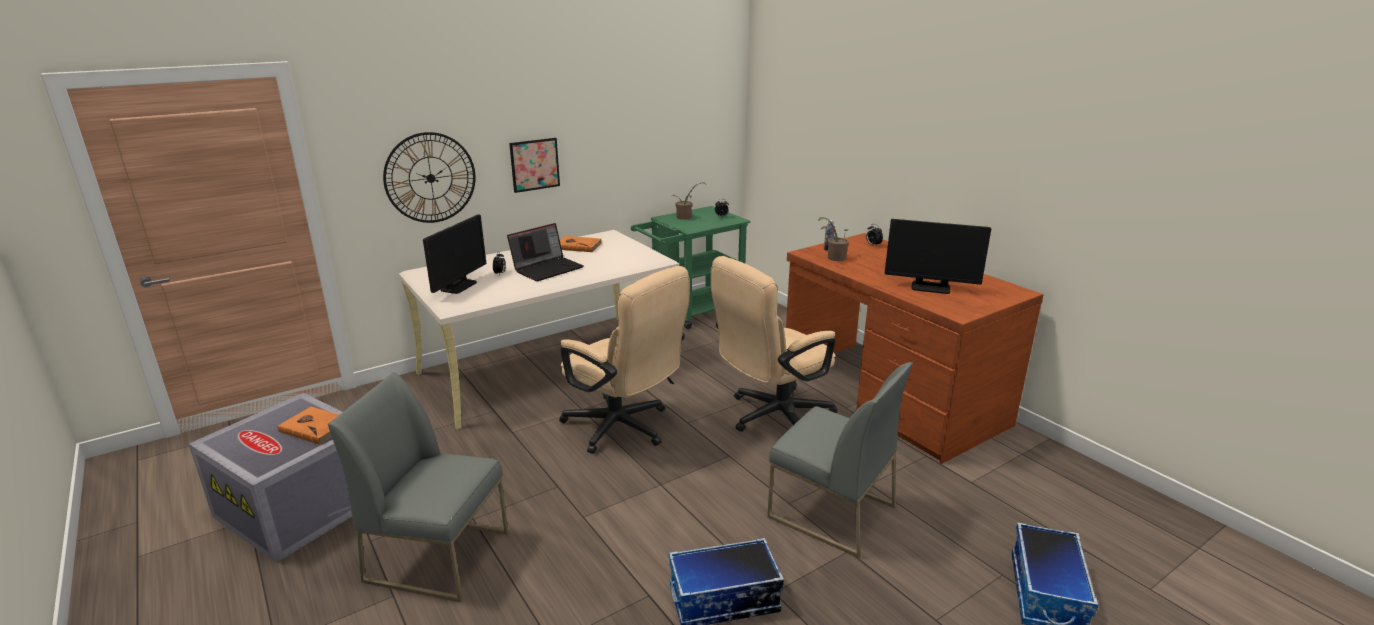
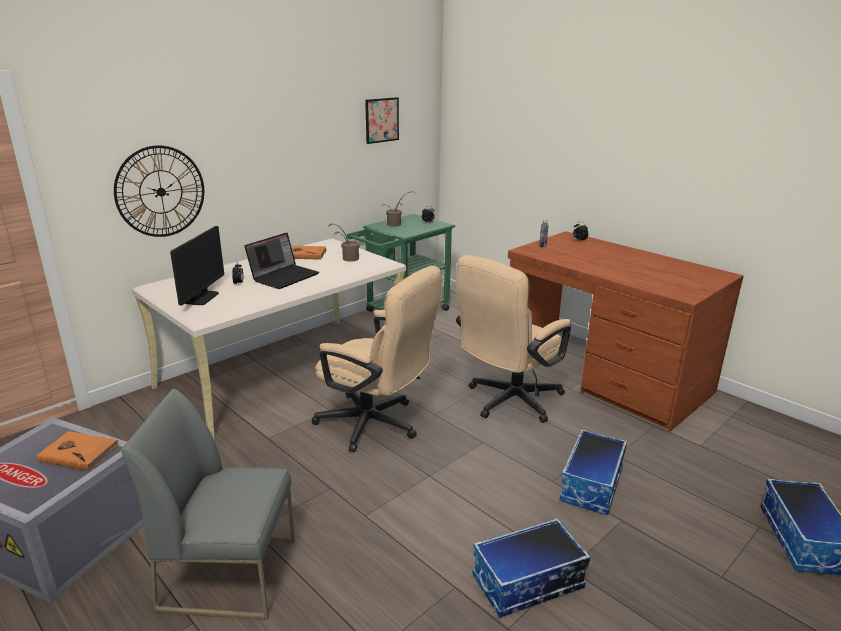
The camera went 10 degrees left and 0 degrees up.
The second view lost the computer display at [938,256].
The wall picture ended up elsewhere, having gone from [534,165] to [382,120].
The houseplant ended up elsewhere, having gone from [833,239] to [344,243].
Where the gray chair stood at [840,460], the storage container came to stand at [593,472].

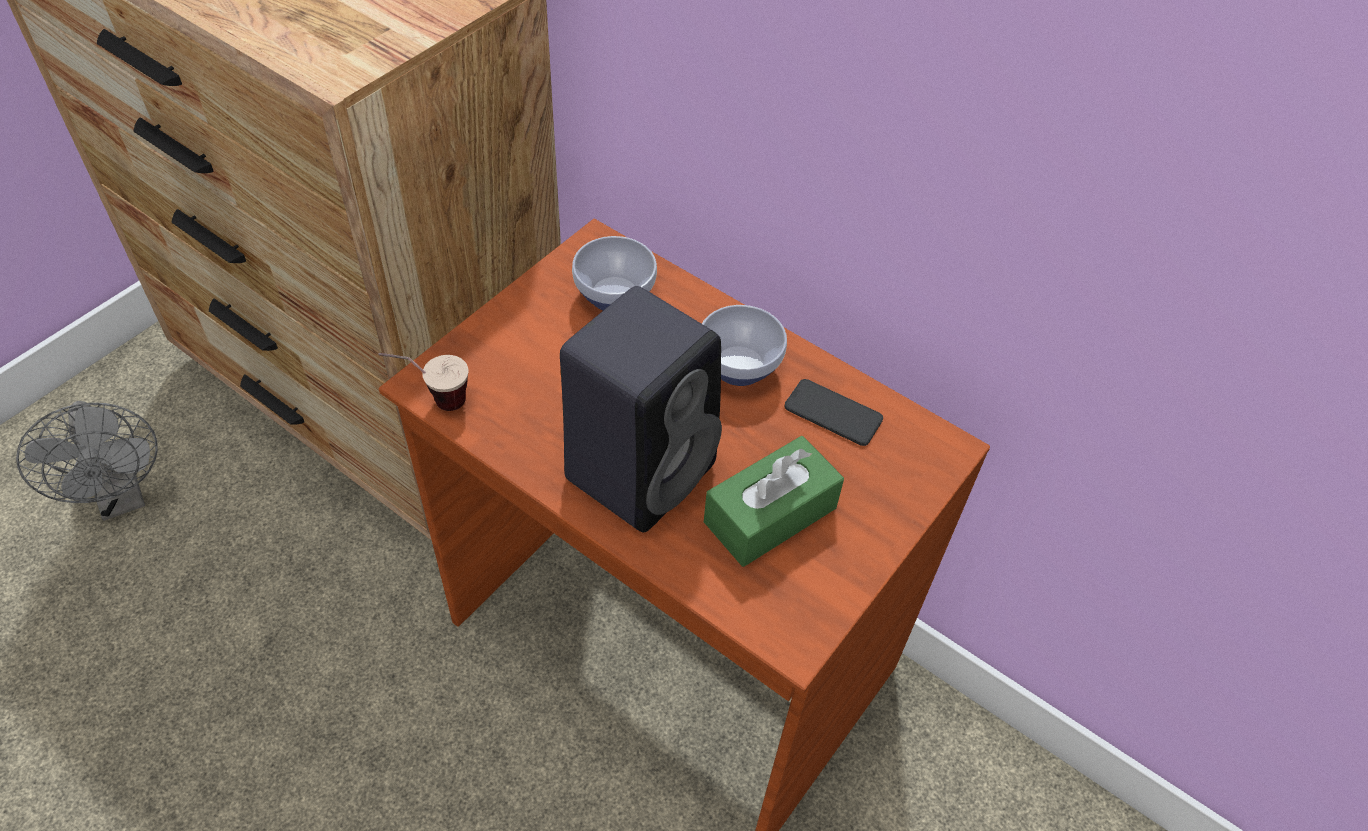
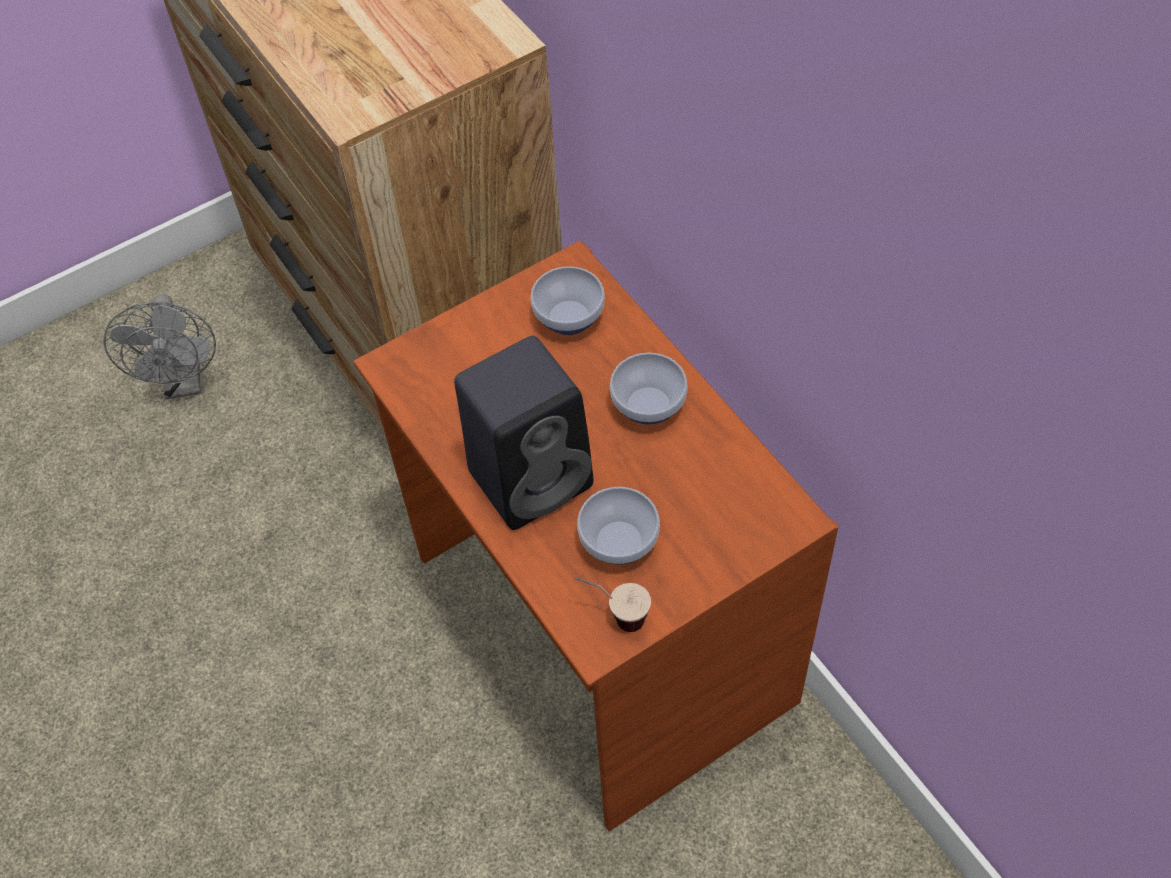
The camera went 25 degrees right and 5 degrees up.
The second view lost the phone at [834,412].
The cup ended up elsewhere, having gone from [423,382] to [612,604].
Where the greenish tissue box stood at [774,501], the bowl came to stand at [618,526].

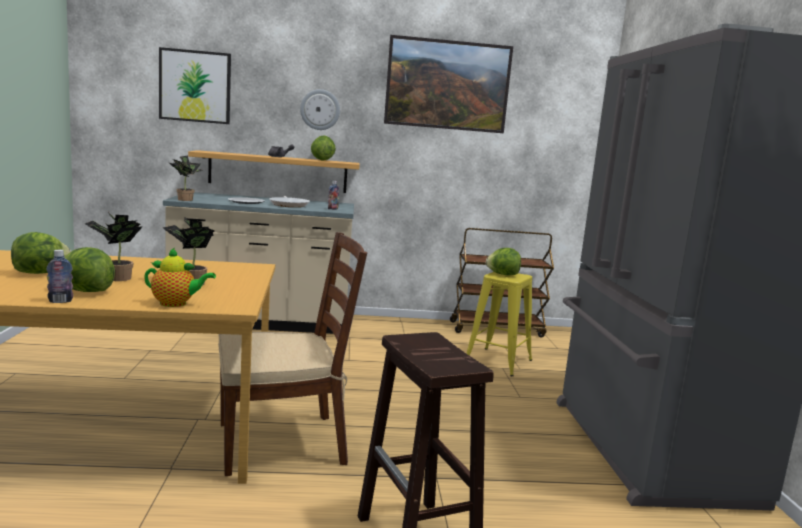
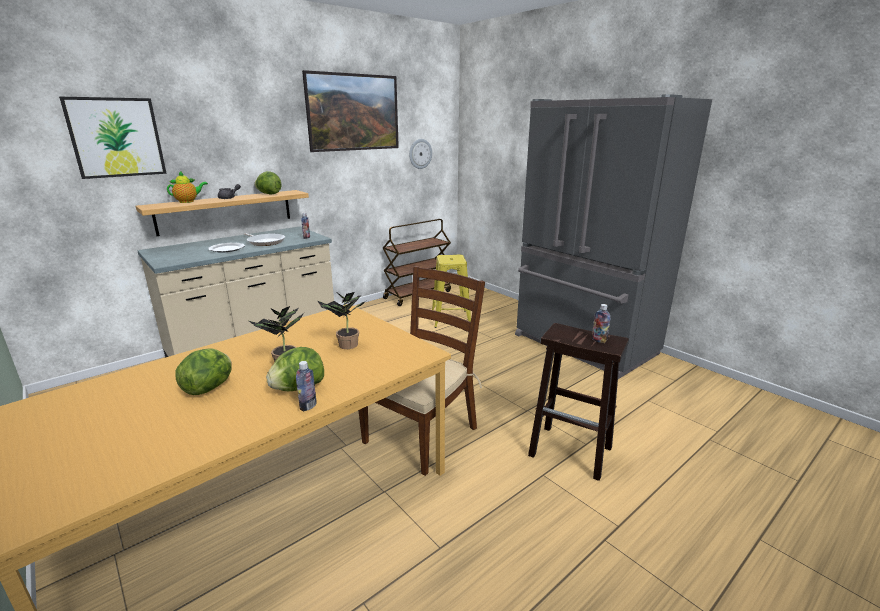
The camera went 35 degrees left and 10 degrees up.
The second view lost the houseplant at [185,178].
The second view lost the head of lettuce at [503,261].
The second view gained the bottle at [601,323].
The teapot ended up elsewhere, having gone from [180,277] to [187,187].
The clock on the wall ended up elsewhere, having gone from [320,109] to [420,154].

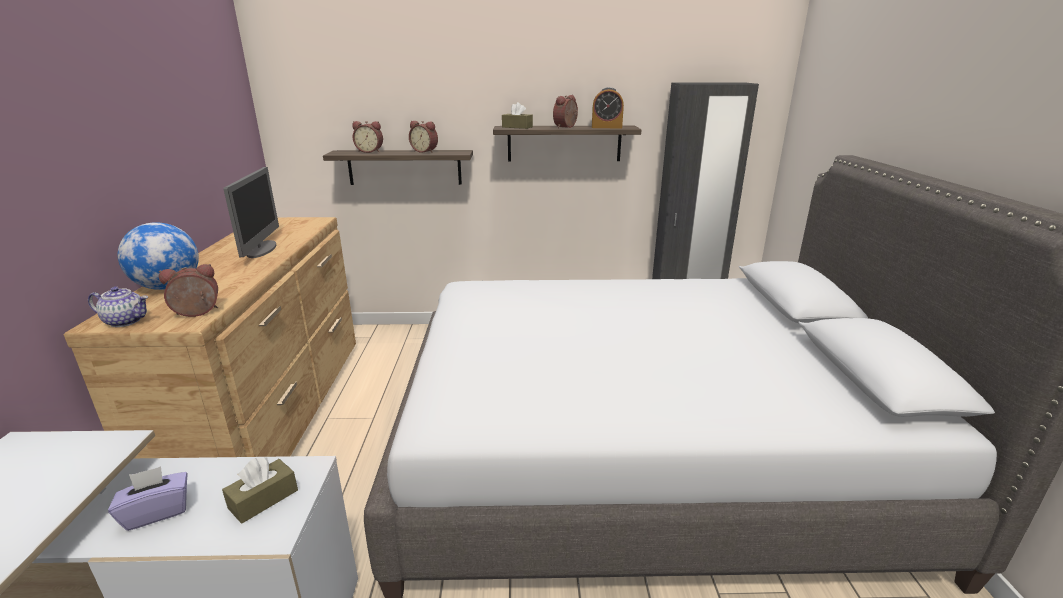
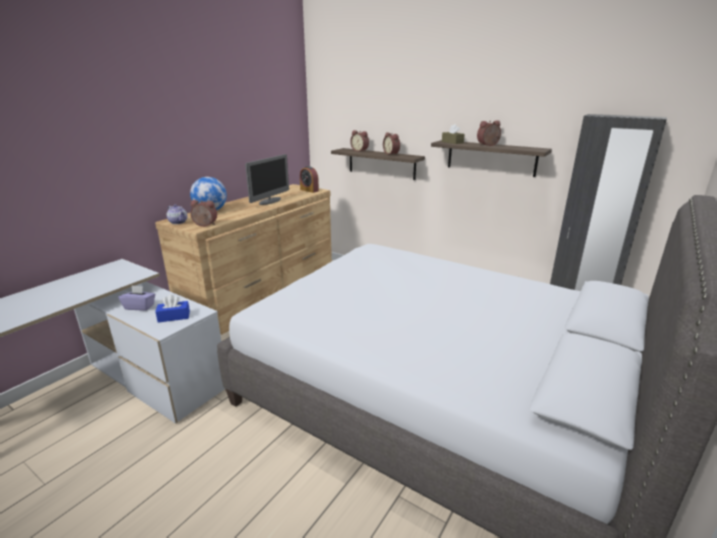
The camera went 35 degrees right and 0 degrees up.
The alarm clock ended up elsewhere, having gone from [608,108] to [309,179].
What was the brownish tissue box at [260,490] turned into the bluish tissue box at [172,309].

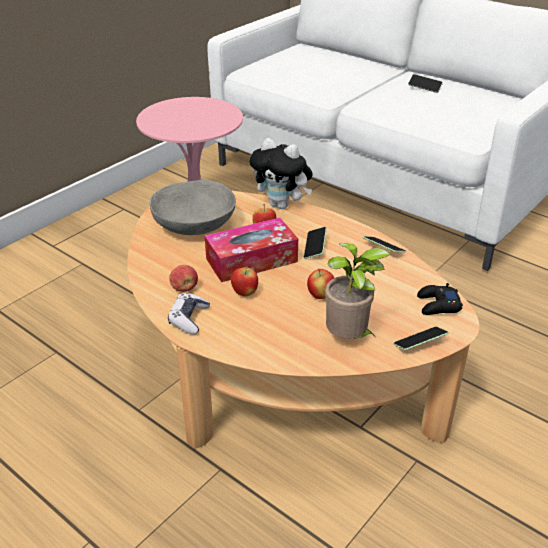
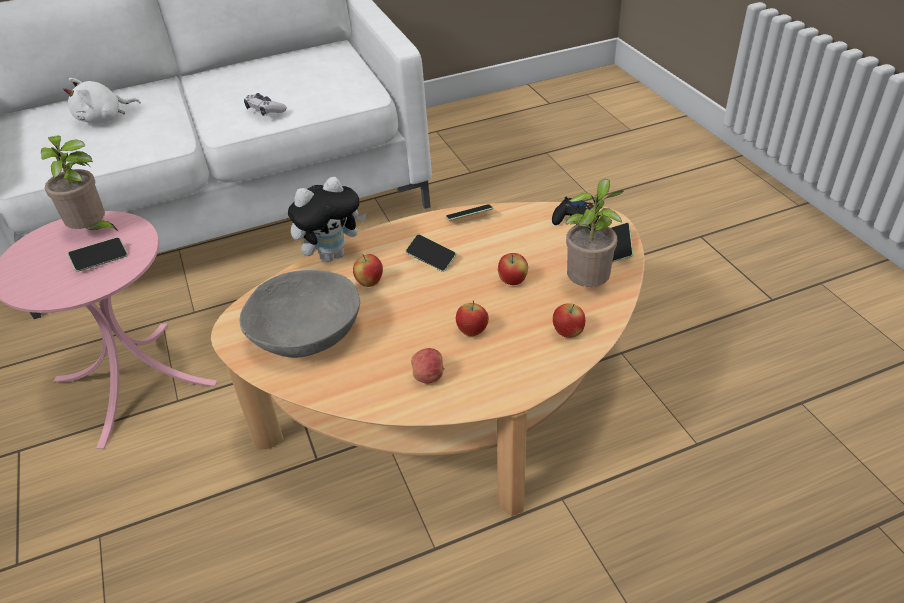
The camera went 60 degrees left and 5 degrees up.
The second view lost the tissue box at [251,250].
The second view gained the houseplant at [79,183].
The second view gained the white plush toy at [102,100].
The second view gained the apple at [569,320].
The game controller ended up elsewhere, having gone from [189,314] to [265,104].
The phone ended up elsewhere, having gone from [425,83] to [98,254].

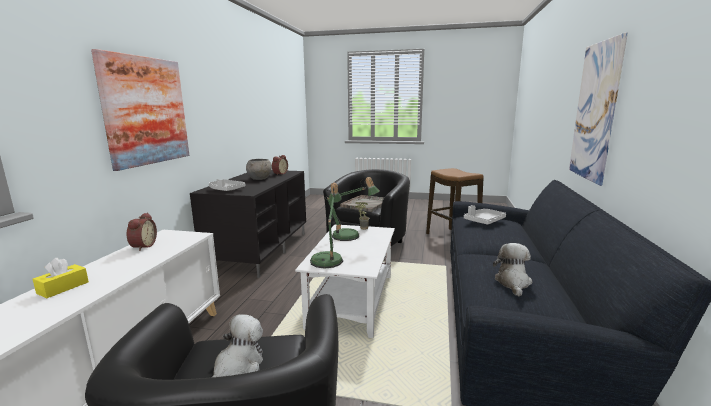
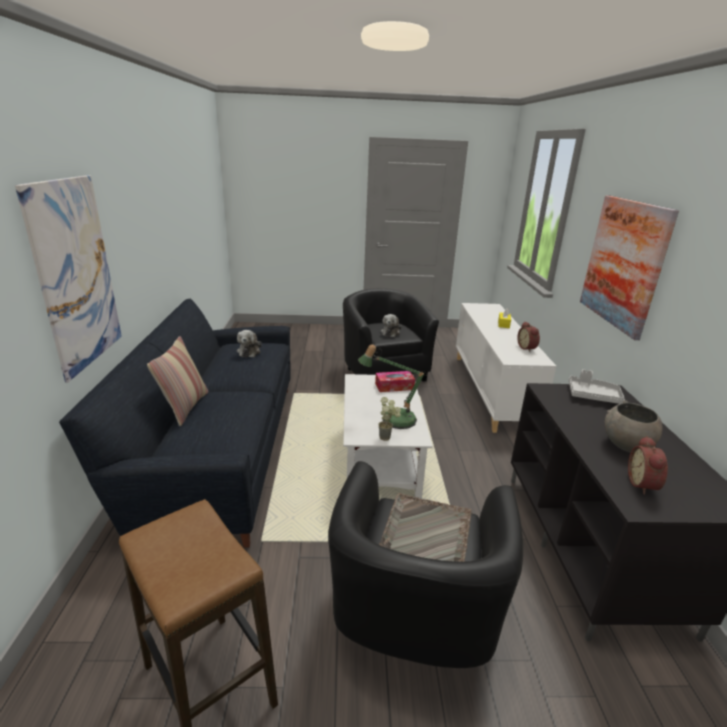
The camera went 165 degrees right and 10 degrees up.
The second view lost the gray carrying tray at [485,215].
The second view gained the cushion at [177,381].
Where the lamp for a table stood at [326,226], the tissue box came to stand at [395,381].

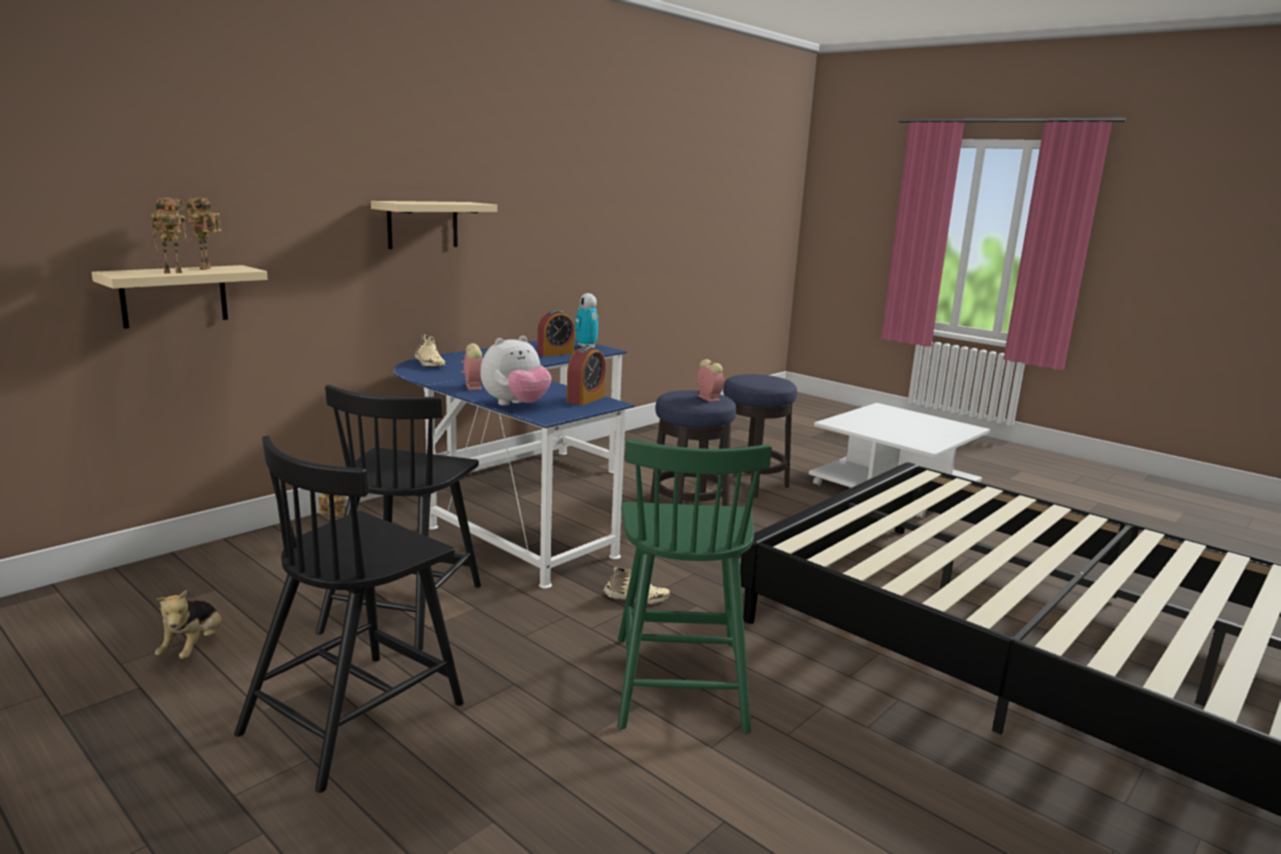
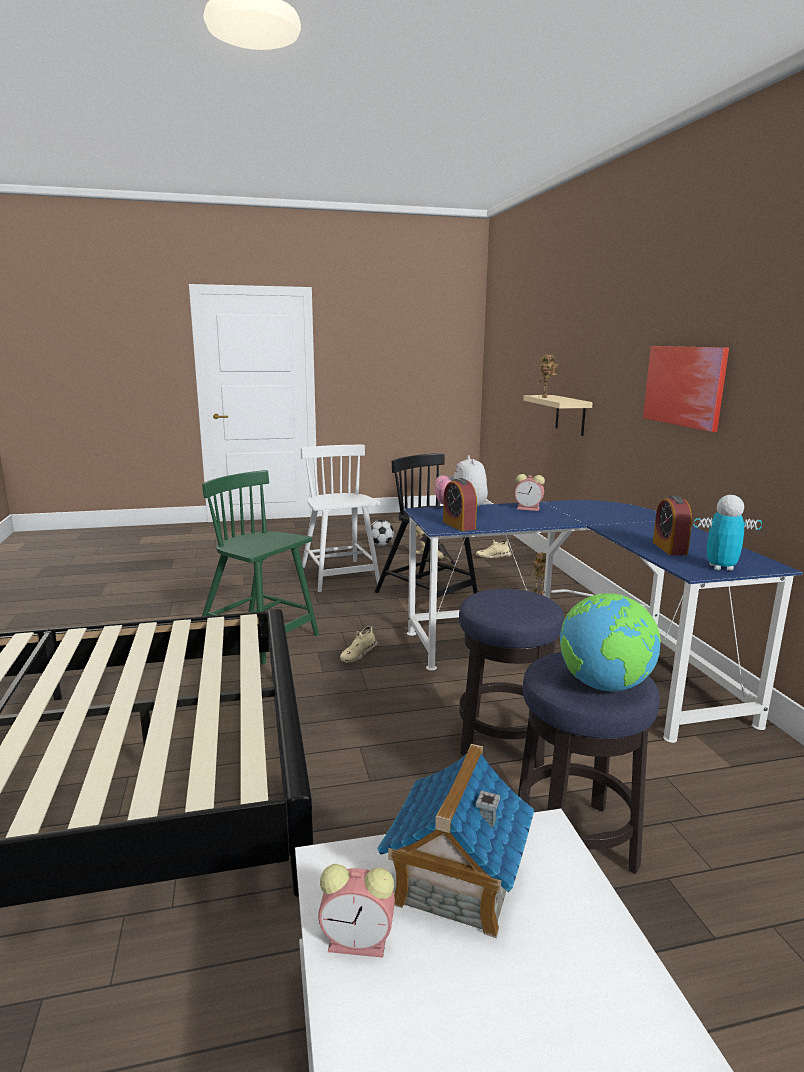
The camera went 125 degrees right and 0 degrees up.
The second view lost the robot figure at [203,233].
The second view gained the football at [382,533].
The second view gained the miniature house at [456,841].
The second view gained the globe at [610,642].
The beige-coloured shoe ended up elsewhere, having gone from [430,350] to [494,549].
The alarm clock ended up elsewhere, having gone from [710,380] to [356,911].
Where the beige-coloured shelf hung at [434,225], the wall picture came to hang at [686,389].
What was the blackish chair at [349,614] turned into the white chair at [340,518].

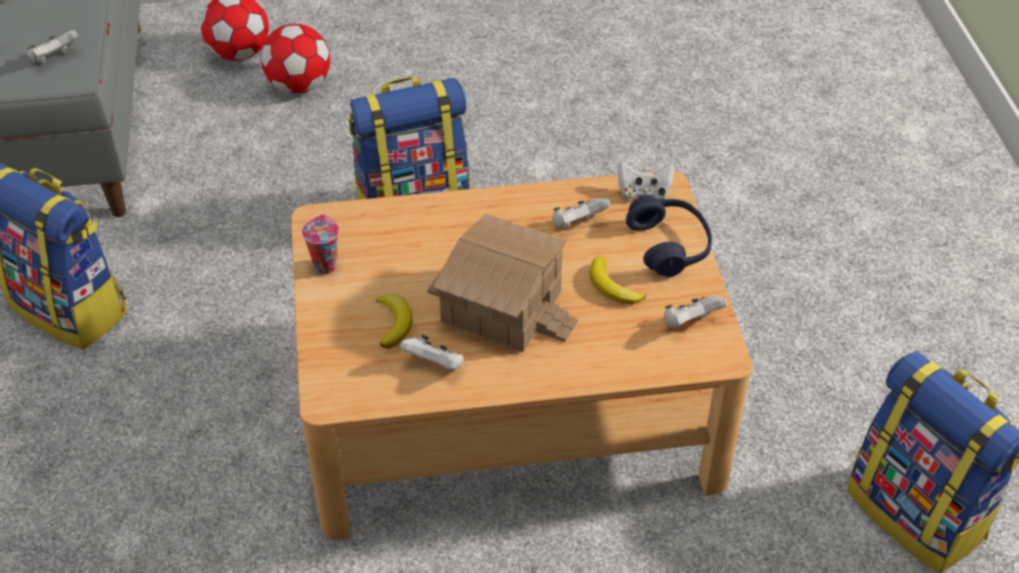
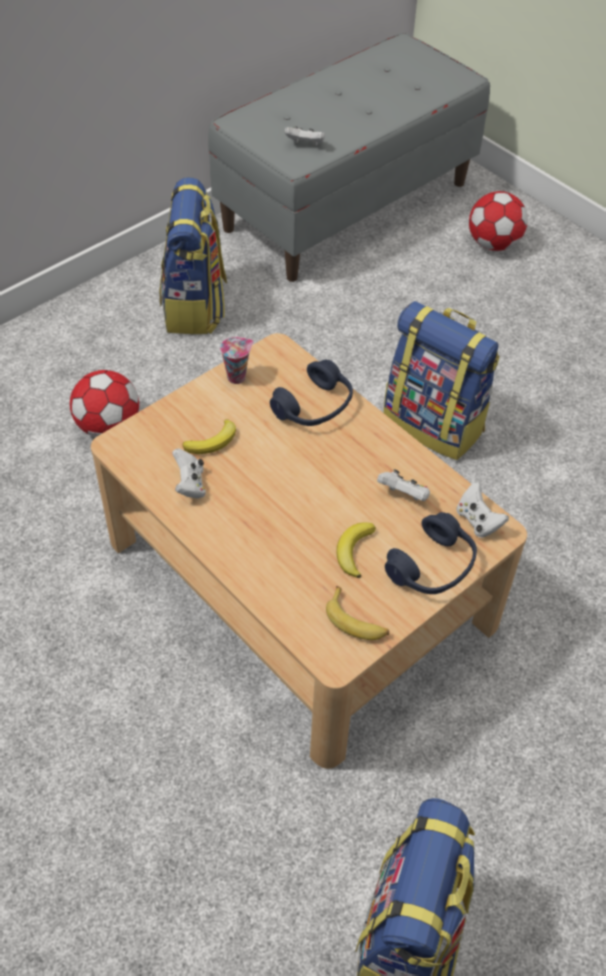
The camera went 55 degrees right and 5 degrees up.
The second view lost the miniature house at [502,283].
The second view gained the bluish headset at [311,393].
The football ended up elsewhere, having gone from [295,58] to [104,403].
Where the white game controller stood at [695,311], the banana came to stand at [357,613].

